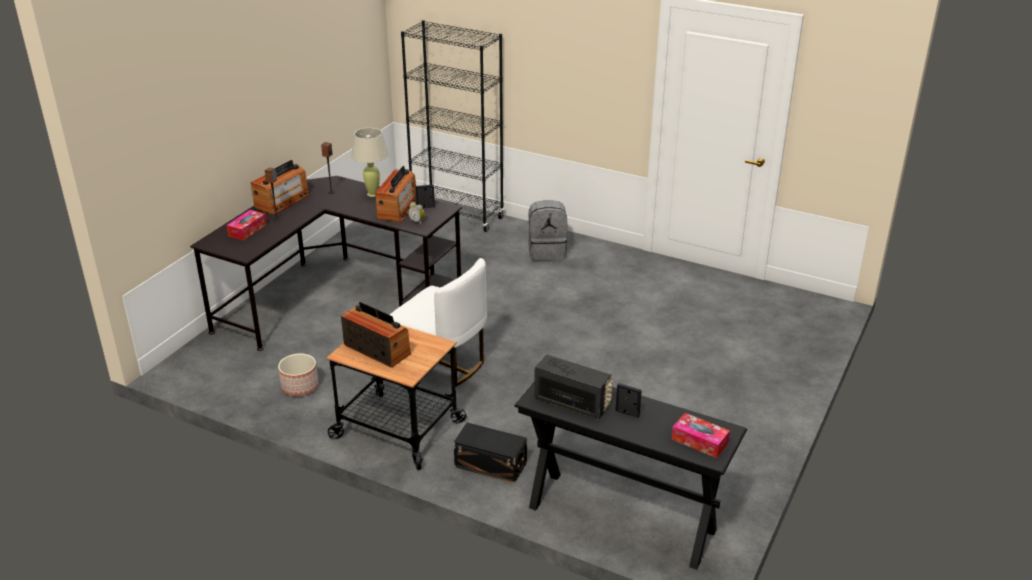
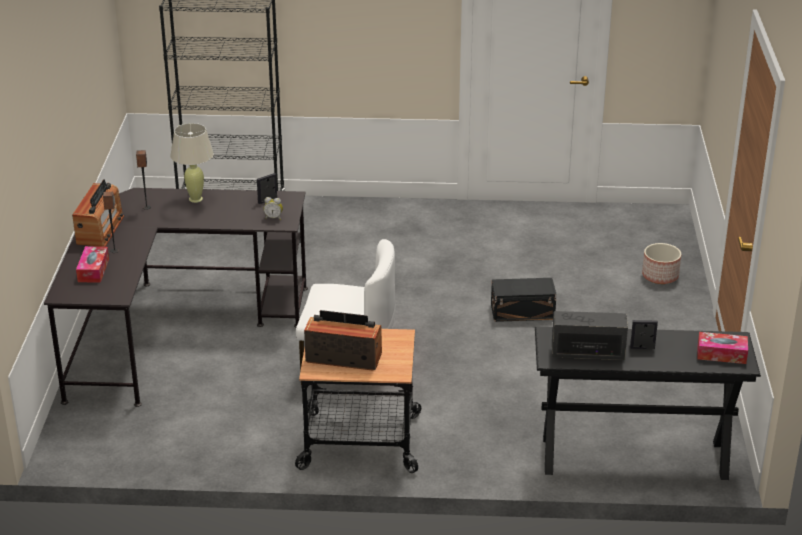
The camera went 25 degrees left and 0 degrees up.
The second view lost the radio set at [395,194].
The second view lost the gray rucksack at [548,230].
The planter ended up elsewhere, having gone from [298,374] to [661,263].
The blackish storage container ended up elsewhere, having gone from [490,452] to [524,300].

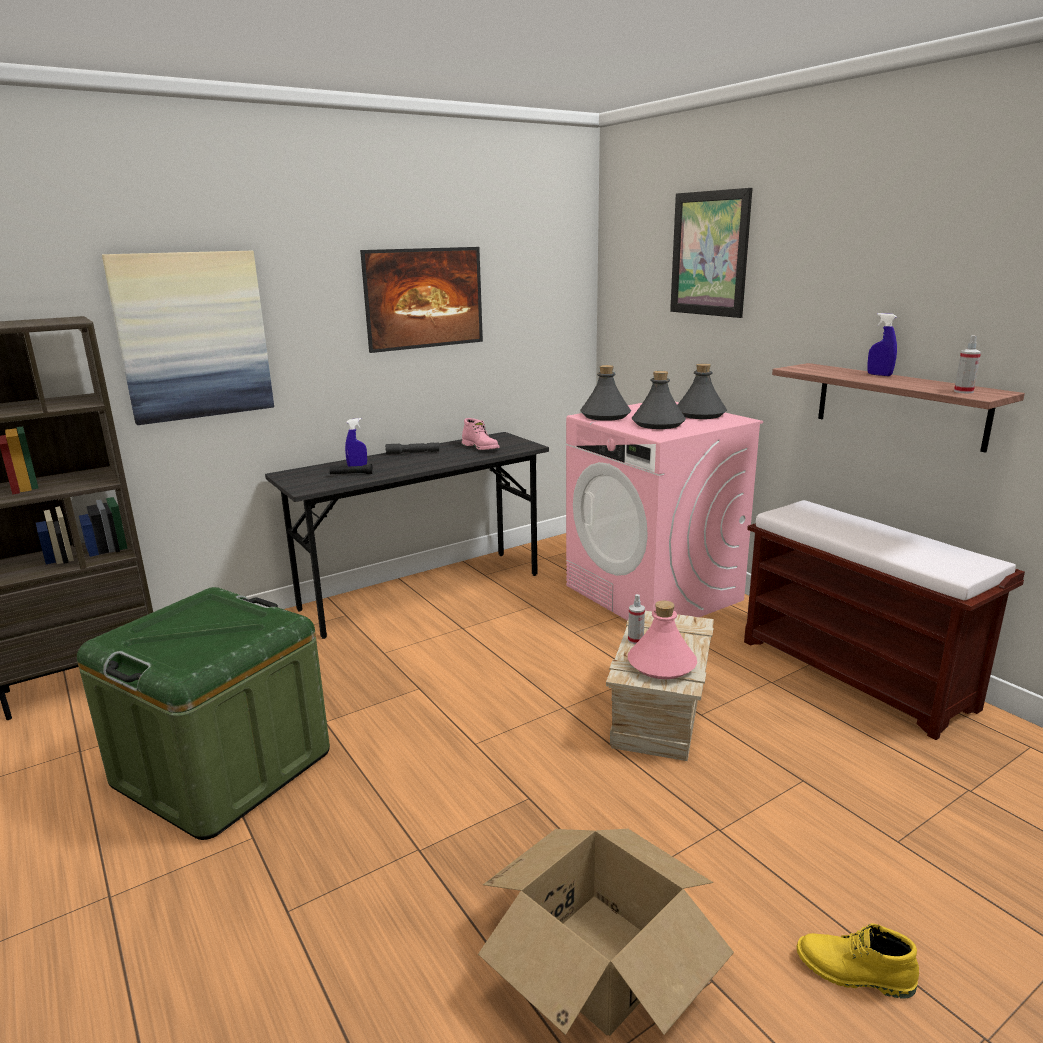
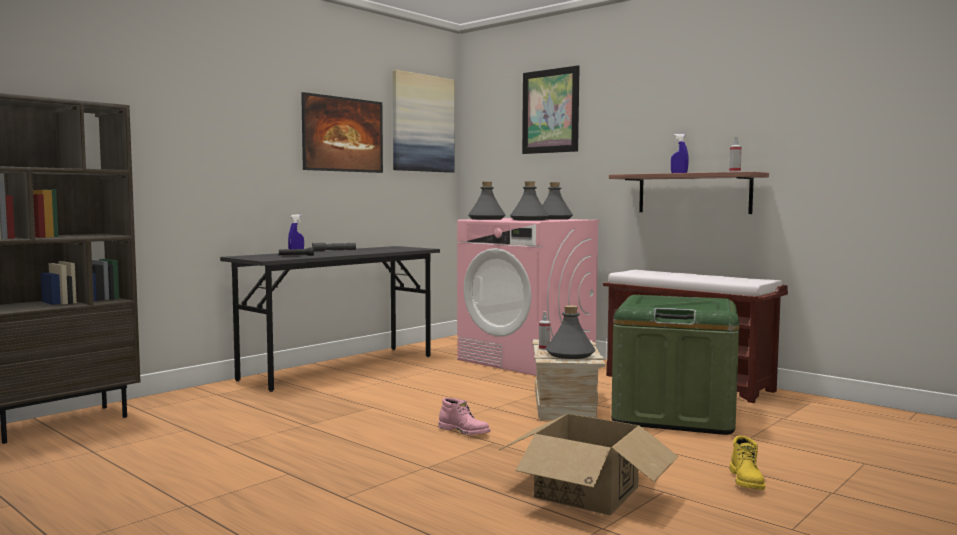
The camera went 15 degrees left and 15 degrees down.
The greenish storage container ended up elsewhere, having gone from [203,713] to [675,365].
The wall picture ended up elsewhere, having gone from [188,338] to [424,121].
The pink-coloured tall boot ended up elsewhere, having gone from [480,434] to [464,416].
What was the pink-coloured bottle at [662,640] turned into the gray bottle at [570,332].
The yellowish tall boot at [858,961] ended up facing another way, 90 degrees counterclockwise from before.

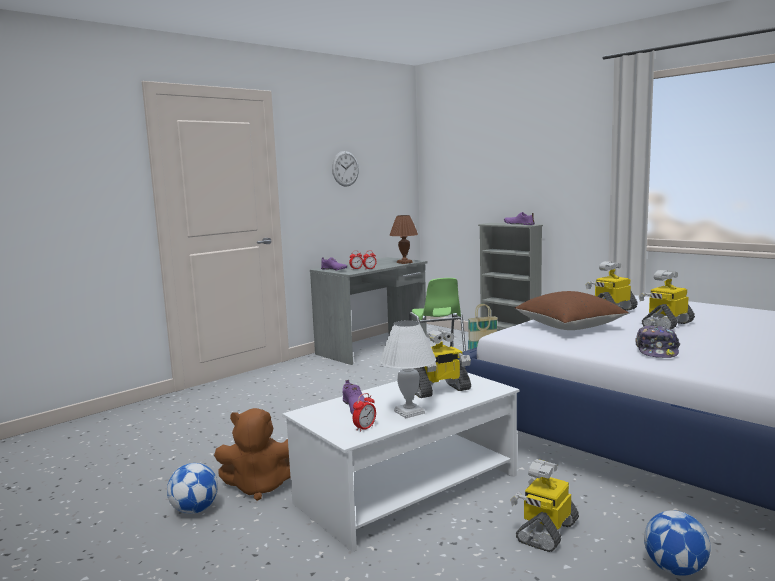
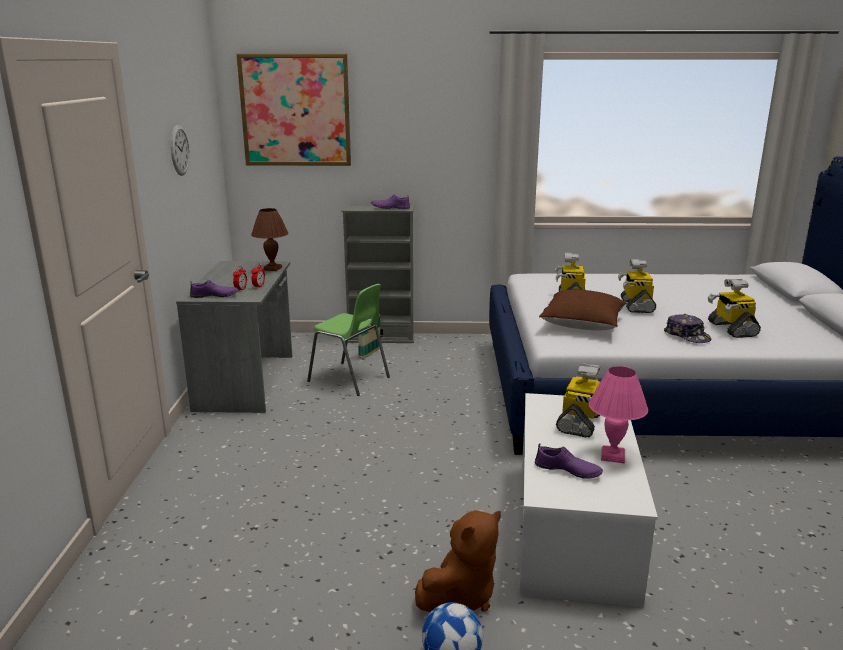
The camera went 45 degrees left and 10 degrees up.
The second view lost the alarm clock at [364,412].
The second view lost the football at [677,543].
The second view gained the wall picture at [294,110].
The robot figure ended up elsewhere, having gone from [544,505] to [734,308].
What was the white lamp for a table at [408,369] turned into the pink-coloured lamp for a table at [618,414].

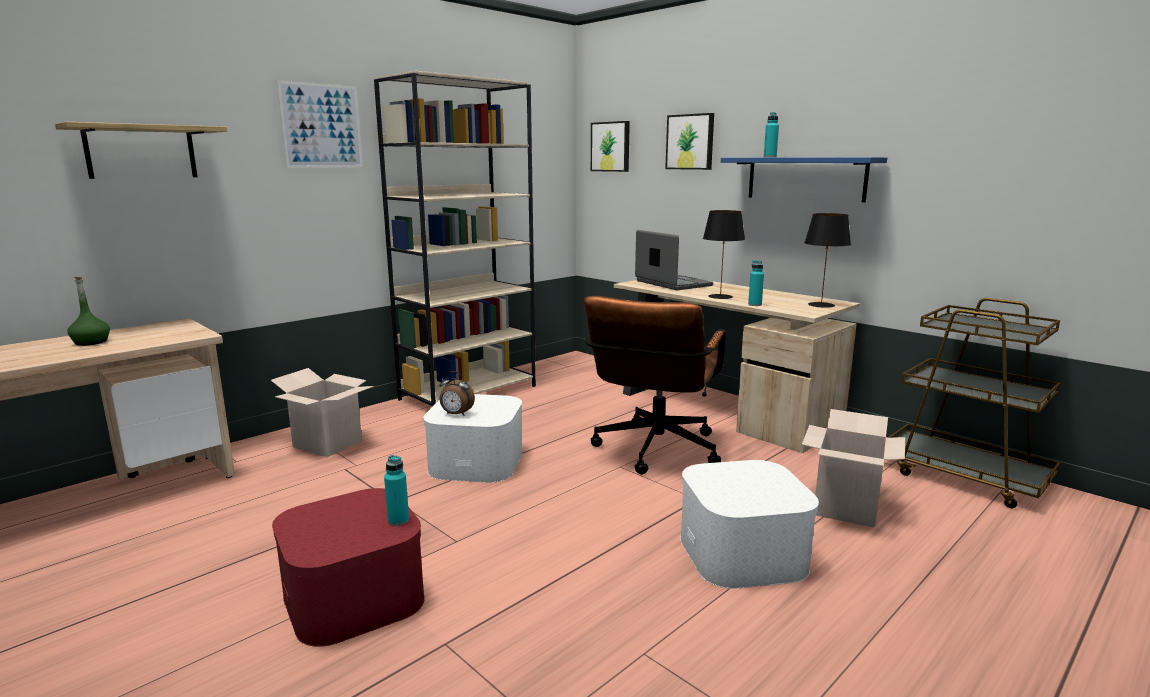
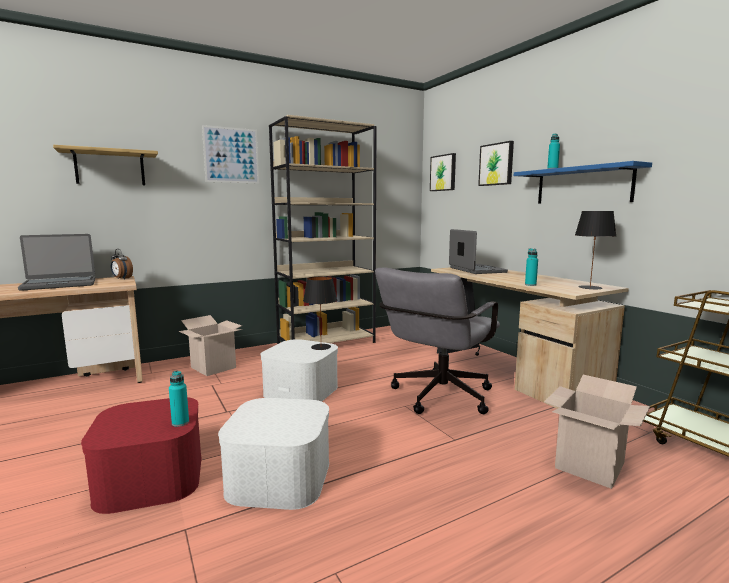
The camera went 15 degrees right and 5 degrees down.
The alarm clock ended up elsewhere, having gone from [457,393] to [122,264].
The white storage container ended up elsewhere, having gone from [749,524] to [273,454].
The blackish lamp for a table ended up elsewhere, having gone from [724,254] to [320,313].
Where the greenish bottle stood at [88,311], the laptop came to stand at [56,262].
What was the brownish office chair at [655,385] turned into the gray office chair at [437,341].

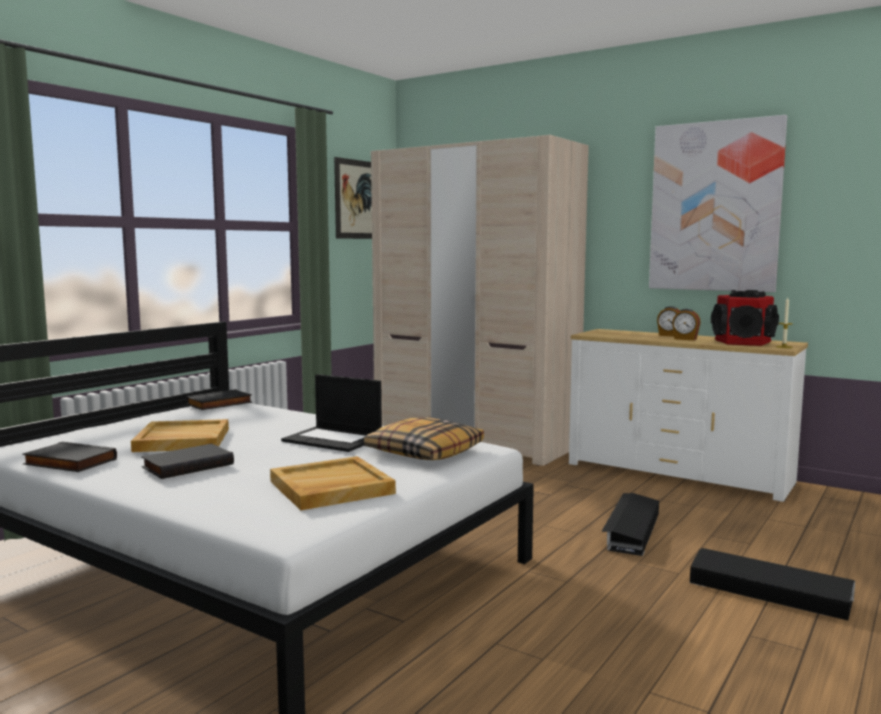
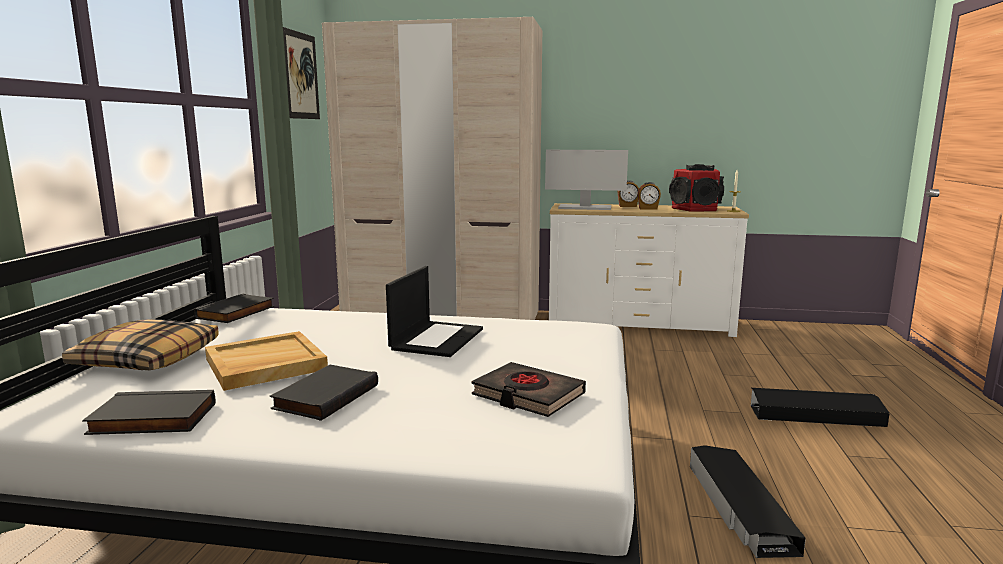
The camera went 25 degrees left and 5 degrees up.
The second view lost the wall picture at [718,203].
The second view gained the computer display at [586,180].
The cushion ended up elsewhere, having gone from [424,438] to [140,344].
The blackish storage container ended up elsewhere, having gone from [630,524] to [748,501].
Where the beige-coloured carrying tray stood at [333,483], the blackish book came to stand at [528,389].
The laptop at [331,413] ended up facing another way, 75 degrees counterclockwise from before.

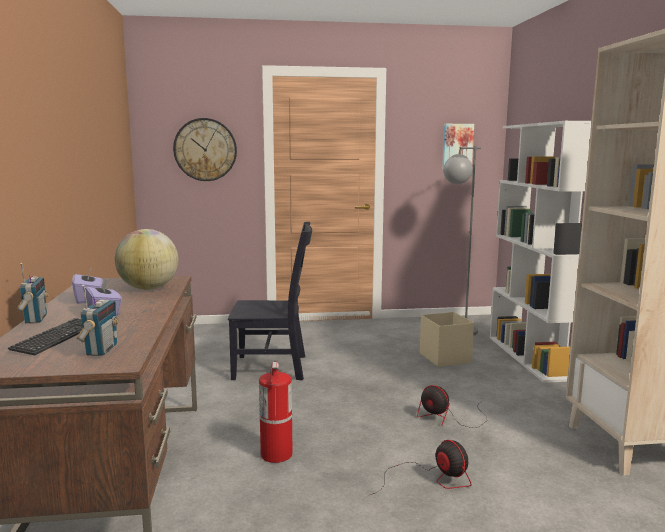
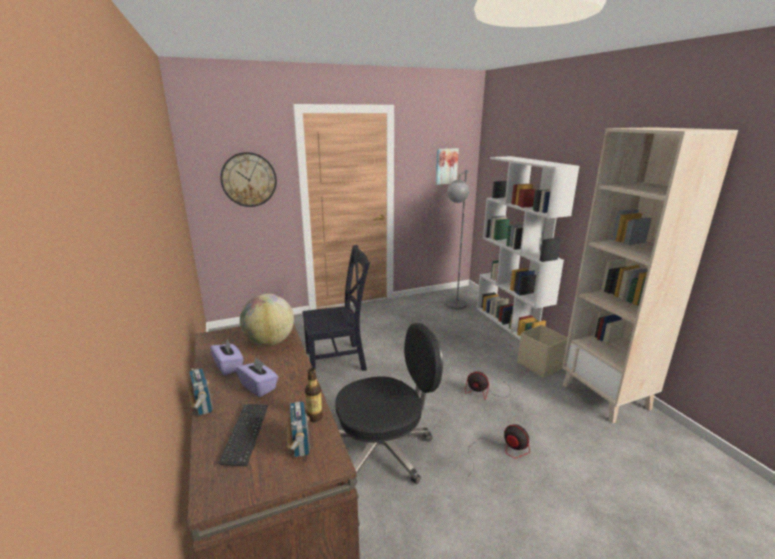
The camera went 15 degrees left and 10 degrees up.
The second view gained the bottle at [314,395].
The beige-coloured storage container ended up elsewhere, having gone from [447,339] to [542,351].
Where the fire-fighting cylinder stood at [276,412], the blackish office chair came to stand at [389,404].

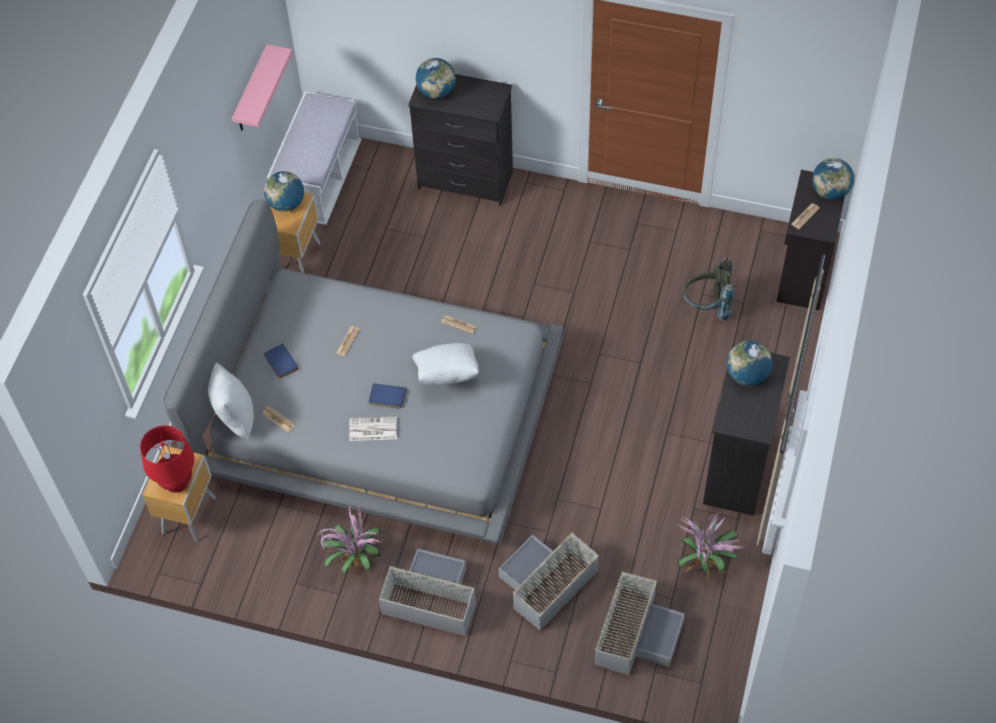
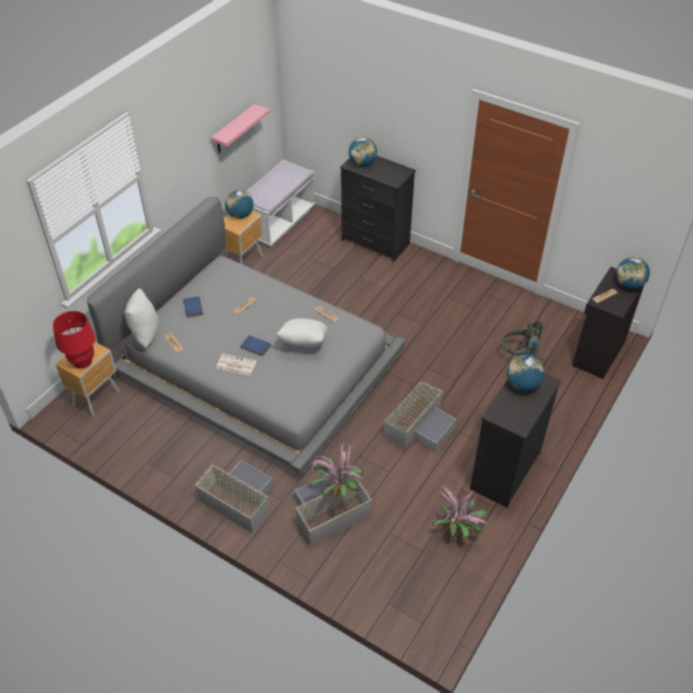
The camera went 15 degrees right and 10 degrees down.
The houseplant ended up elsewhere, having gone from [349,540] to [336,471].
The gray storage container ended up elsewhere, having gone from [639,623] to [420,416].

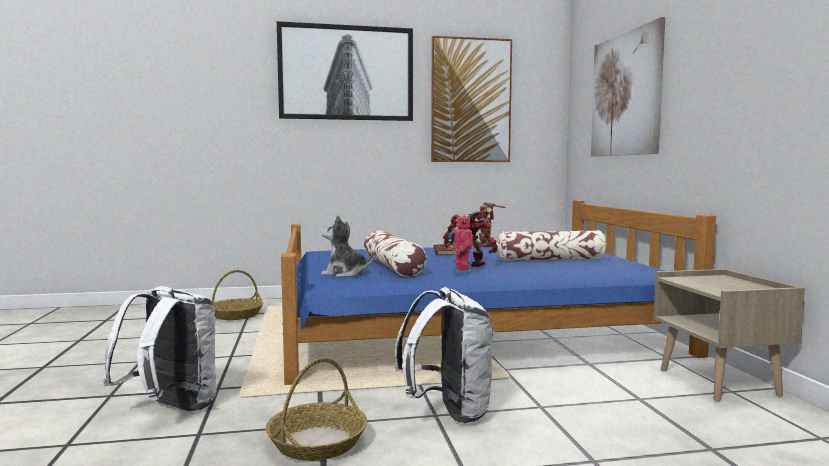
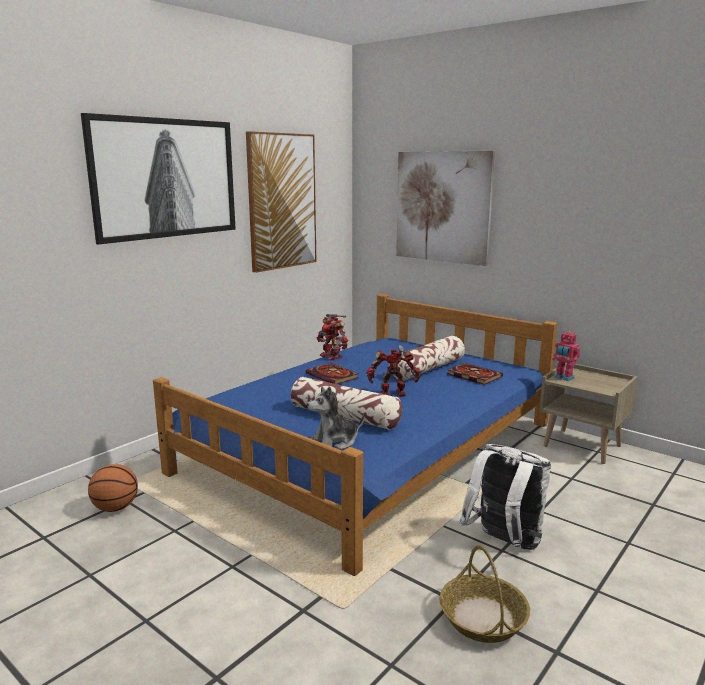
The camera went 40 degrees left and 10 degrees up.
The second view lost the white rucksack at [159,348].
The second view gained the book at [475,374].
The robot figure ended up elsewhere, having gone from [461,244] to [566,356].
Where the basket stood at [237,295], the basketball ball came to stand at [113,488].

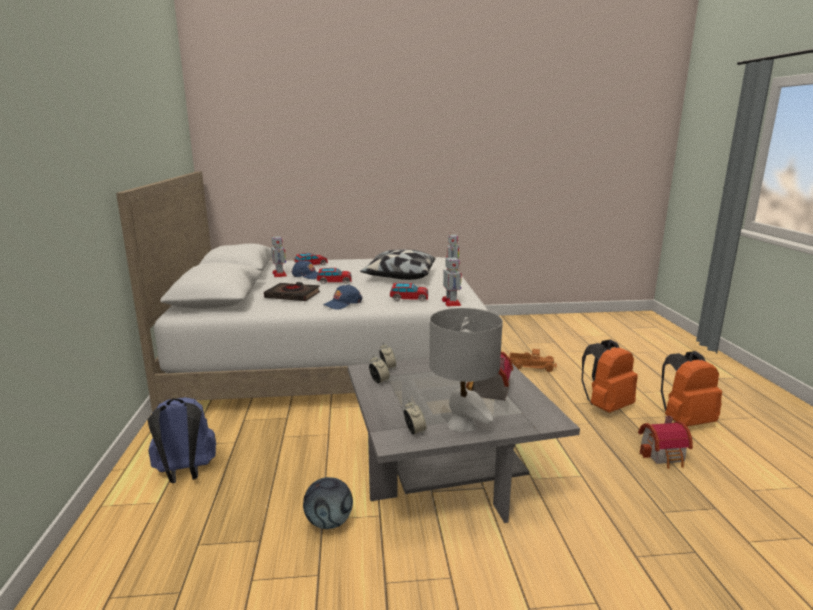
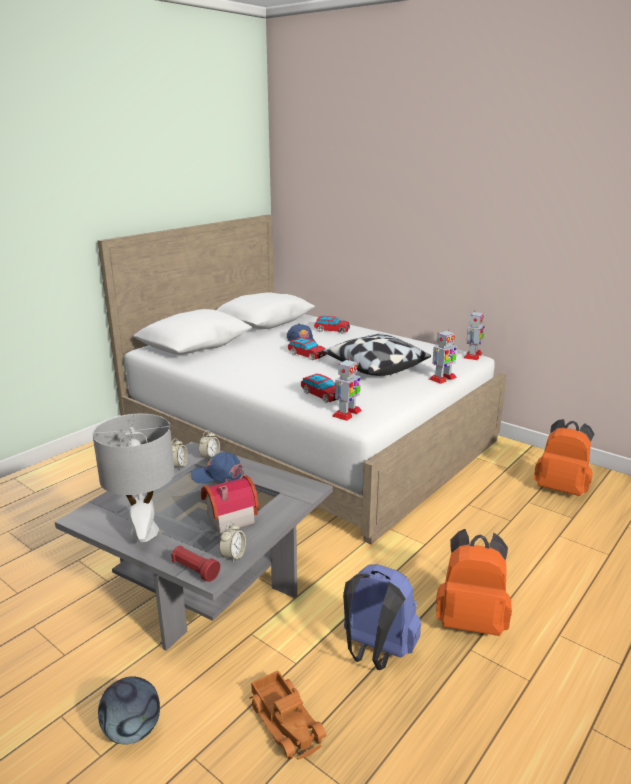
The camera went 45 degrees right and 5 degrees up.
The second view lost the blackish book at [292,291].
The second view lost the miniature house at [665,442].
The second view gained the red torch at [195,564].
The bluish rucksack ended up elsewhere, having gone from [181,440] to [382,617].
The robot figure ended up elsewhere, having gone from [279,256] to [474,335].
The football ended up elsewhere, having gone from [328,503] to [129,710].
The bluish baseball cap ended up elsewhere, having gone from [343,297] to [217,467].
The alarm clock ended up elsewhere, having gone from [415,417] to [232,542].
The toy lorry ended up elsewhere, having gone from [533,360] to [287,715].
The orange rucksack ended up elsewhere, having gone from [691,388] to [564,457].

